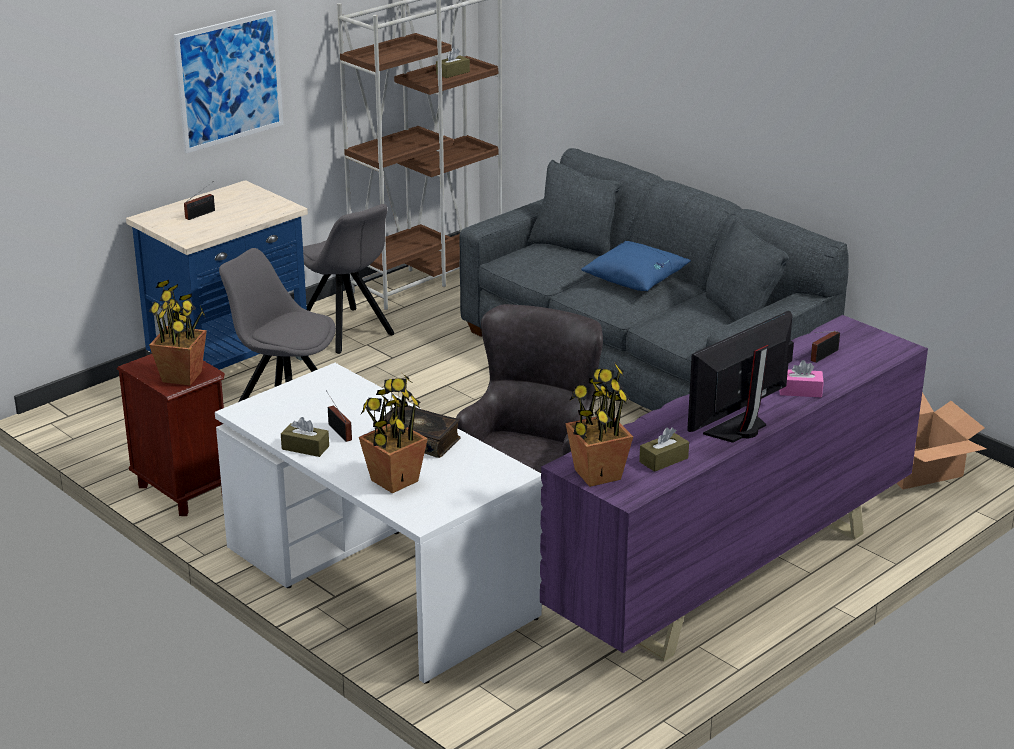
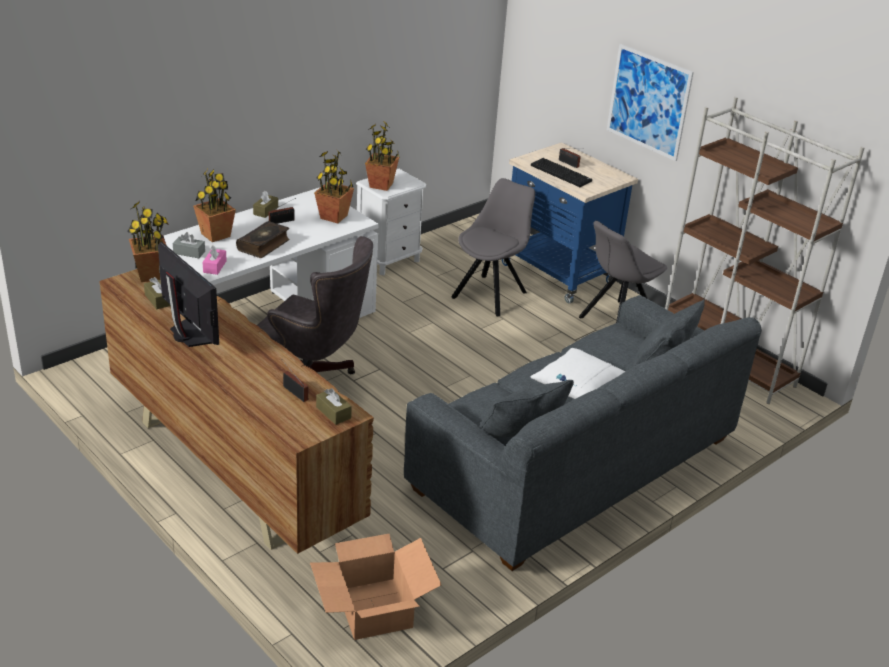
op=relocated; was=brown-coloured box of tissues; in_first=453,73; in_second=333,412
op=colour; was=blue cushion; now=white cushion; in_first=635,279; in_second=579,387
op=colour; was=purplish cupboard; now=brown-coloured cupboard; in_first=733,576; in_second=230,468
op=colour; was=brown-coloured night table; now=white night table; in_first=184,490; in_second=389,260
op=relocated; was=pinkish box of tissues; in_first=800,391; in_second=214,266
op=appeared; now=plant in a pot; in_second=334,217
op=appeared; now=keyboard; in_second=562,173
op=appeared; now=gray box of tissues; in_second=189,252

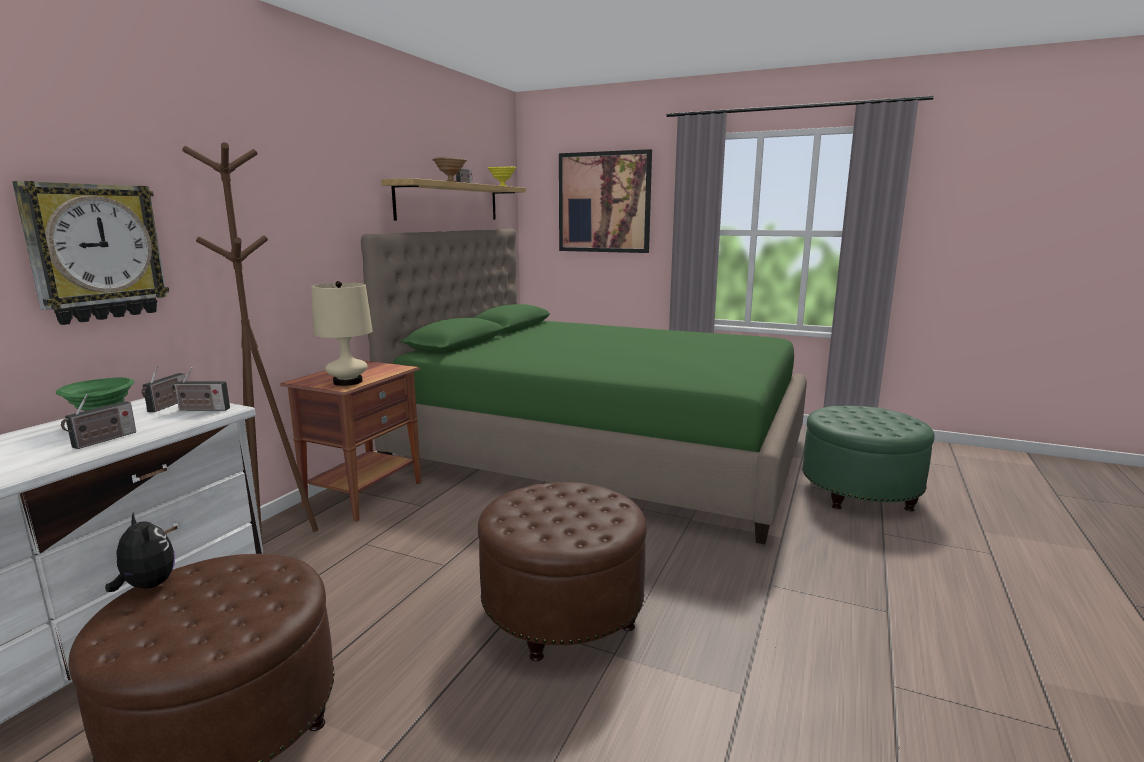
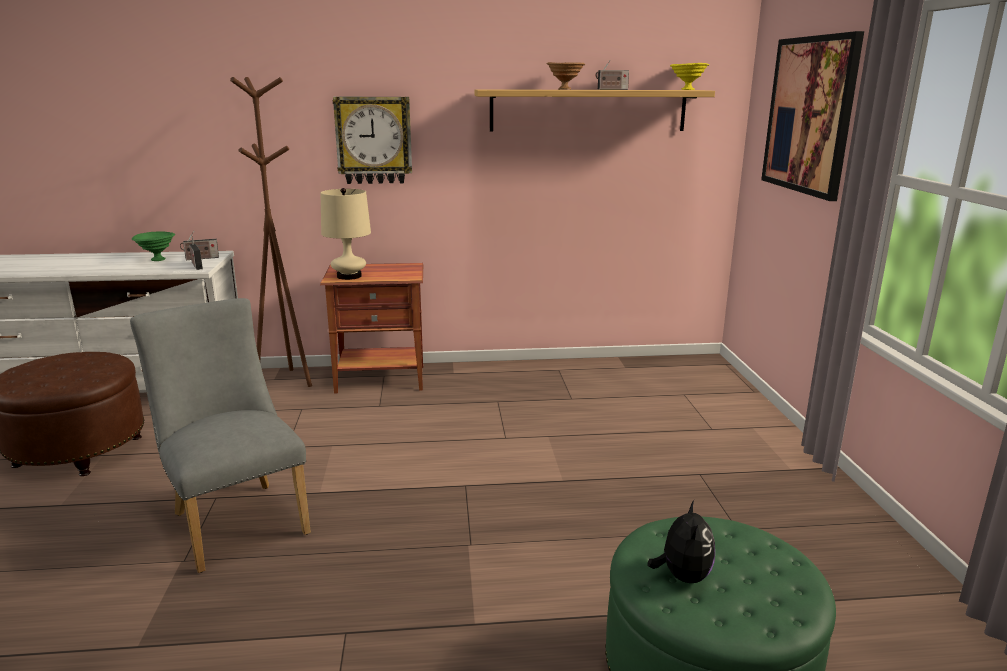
op=relocated; was=clock on the wall; in_first=95,252; in_second=374,140
op=missing; was=greenish sleeping bed; in_first=600,451
op=missing; was=radio; in_first=102,440
op=exchanged; was=brown-coloured footrest; now=gray plain chair; in_first=562,613; in_second=236,519
op=relocated; was=plush toy; in_first=146,586; in_second=682,576

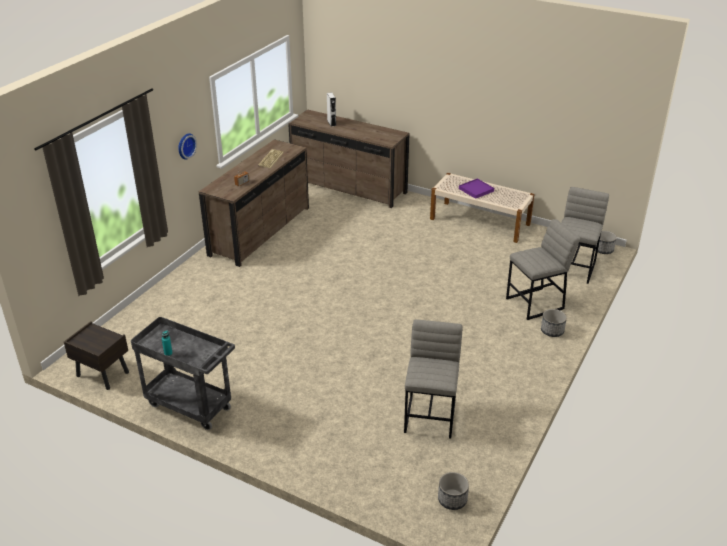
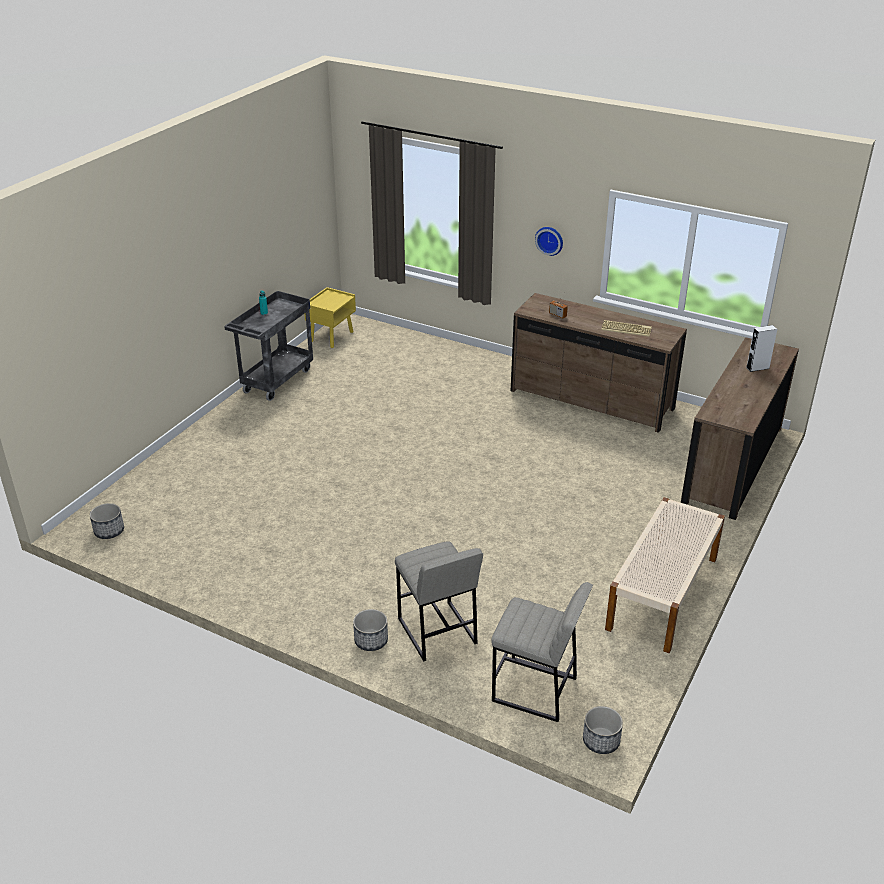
op=missing; was=purplish serving tray; in_first=476,190
op=missing; was=gray plain chair; in_first=430,416
op=colour; was=brown-coloured night table; now=yellow night table; in_first=102,374; in_second=331,336

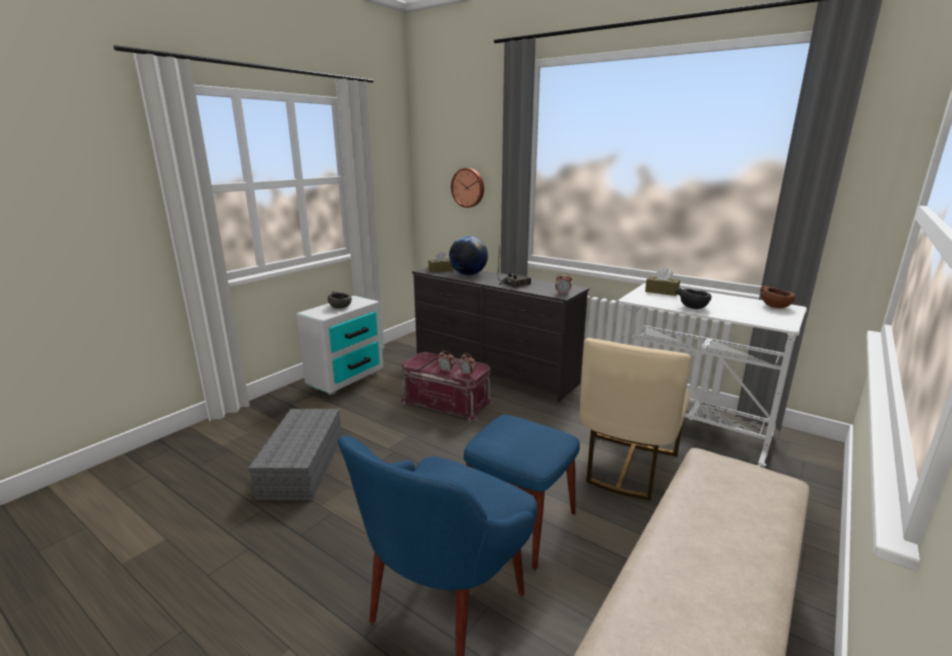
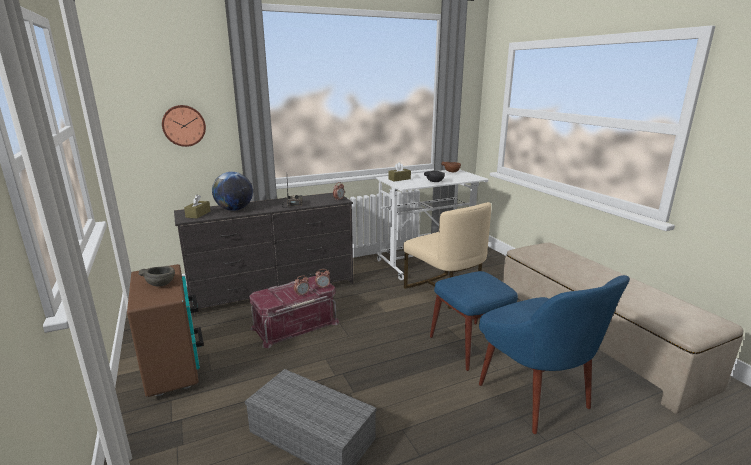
op=colour; was=white night table; now=brown-coloured night table; in_first=347,381; in_second=174,369

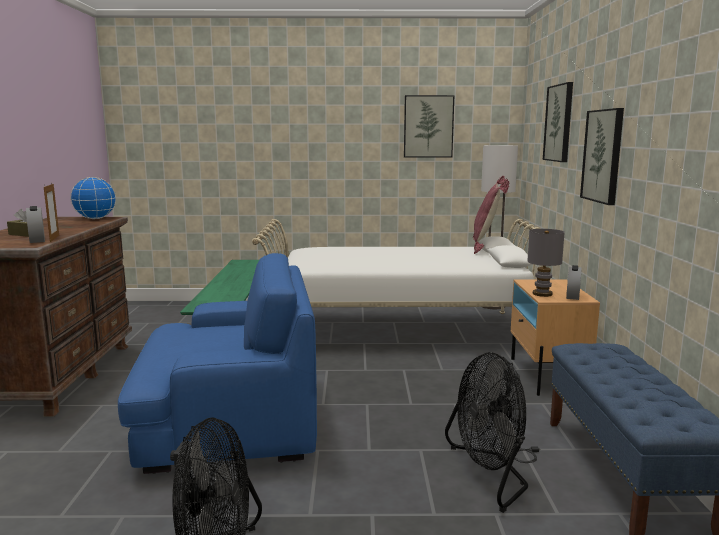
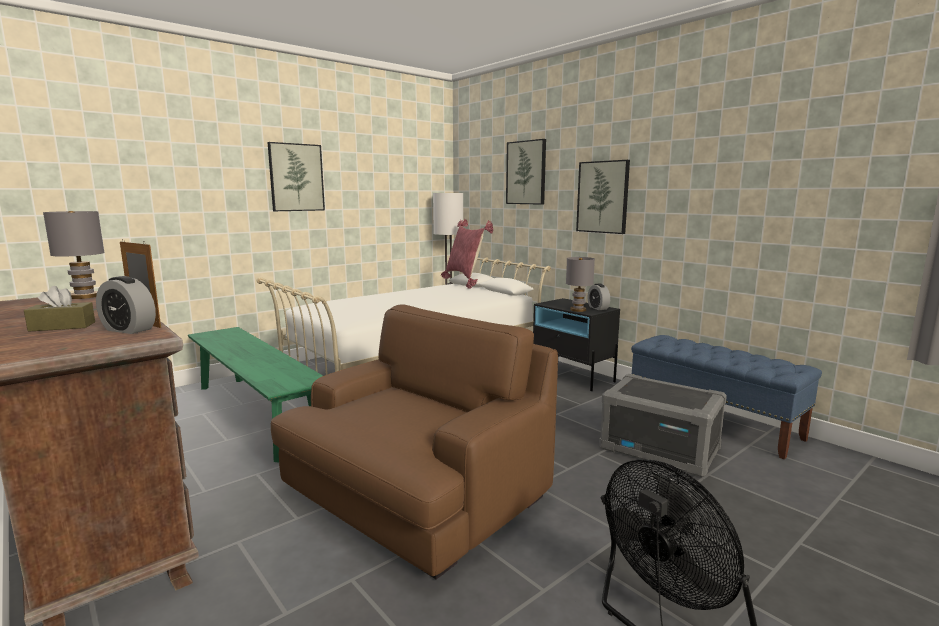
op=relocated; was=picture; in_first=428,126; in_second=296,177
op=exchanged; was=world globe; now=gray tabletop lamp; in_first=95,218; in_second=85,296
op=colour; was=blue armchair; now=brown-coloured armchair; in_first=228,419; in_second=415,494
op=colour; was=beige-coloured night table; now=black-coloured night table; in_first=547,376; in_second=573,376
op=exchanged; was=black-coloured electric fan; now=gray storage container; in_first=494,471; in_second=660,448

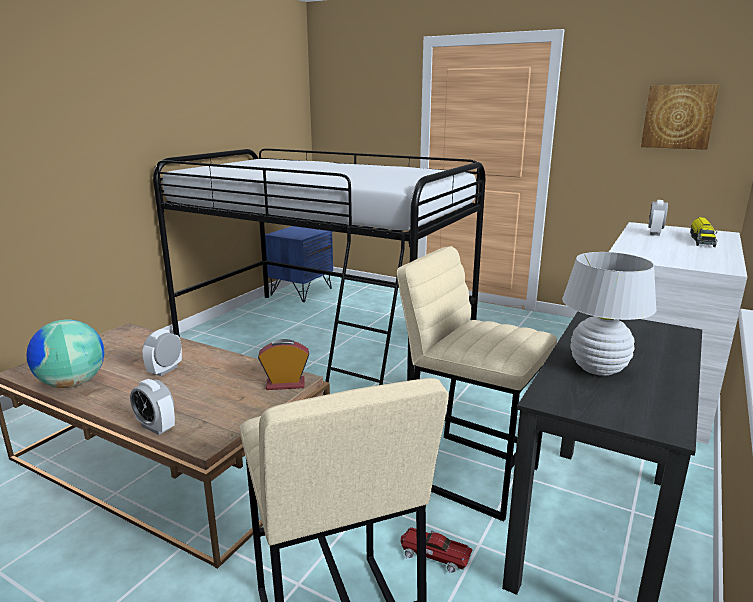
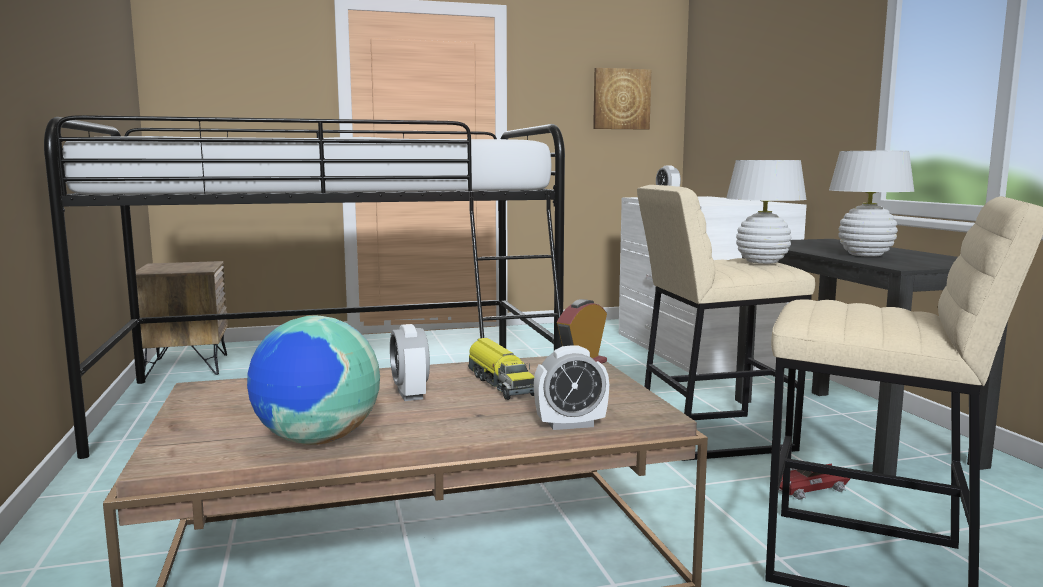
op=relocated; was=toy lorry; in_first=701,240; in_second=500,383
op=colour; was=blue night table; now=brown-coloured night table; in_first=301,291; in_second=186,366
op=appeared; now=white tabletop lamp; in_second=761,262

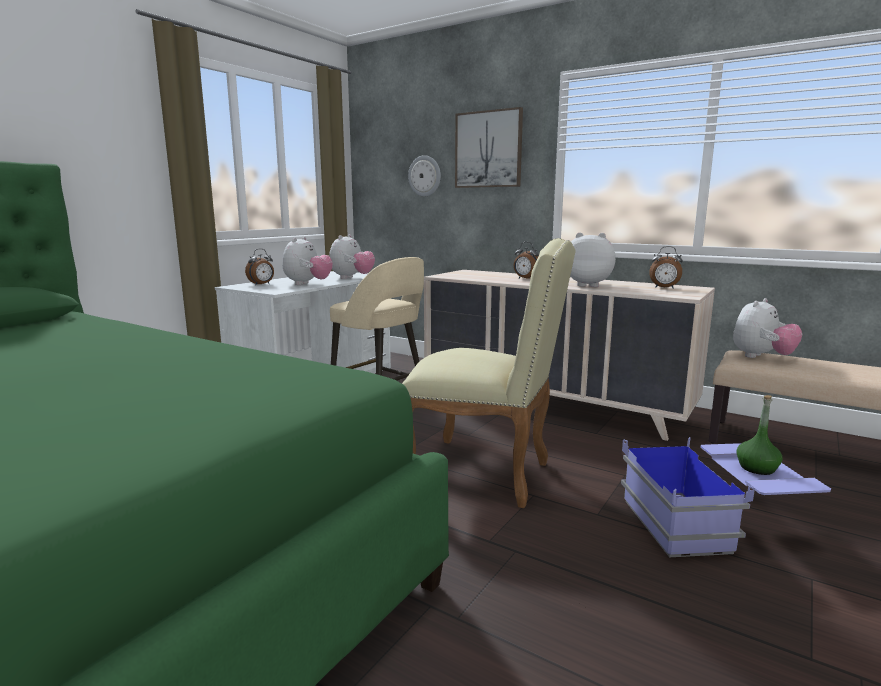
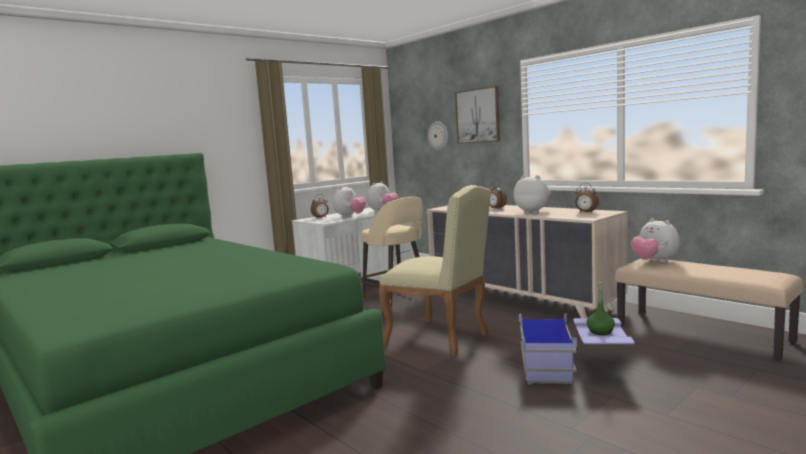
op=spun; was=plush toy; in_first=761,357; in_second=654,262; clockwise=90

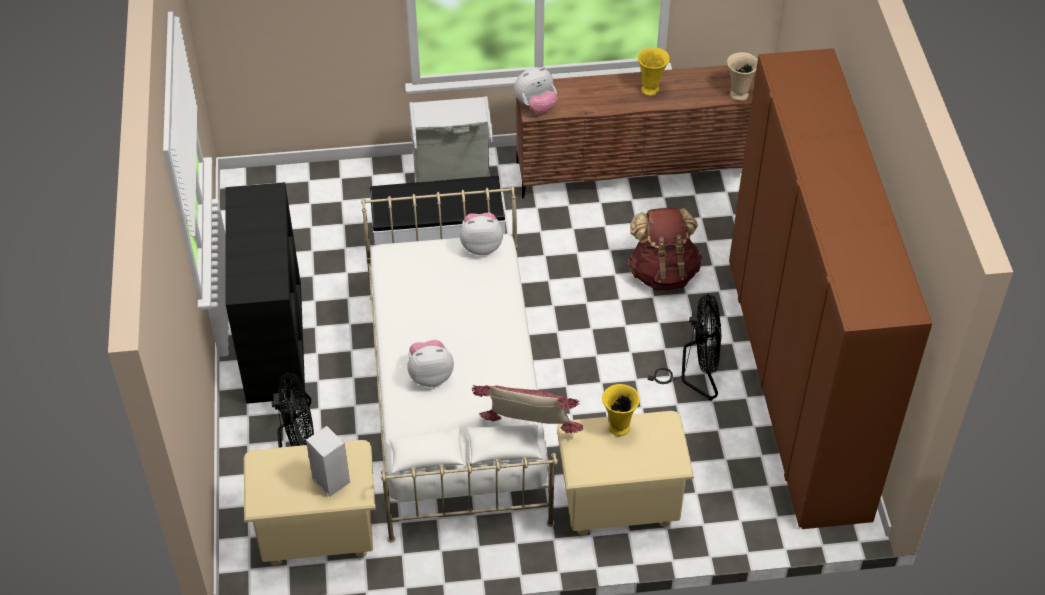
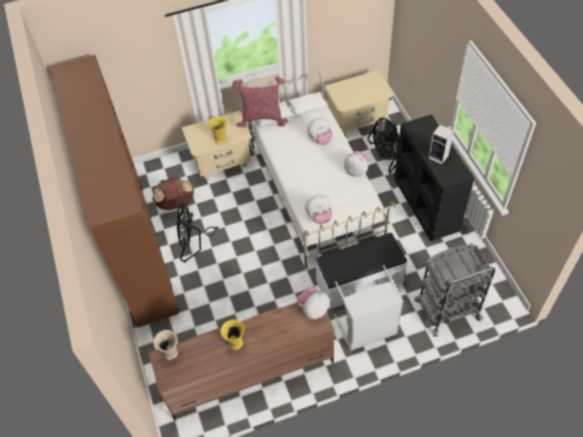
op=relocated; was=brown-coloured knapsack; in_first=663,272; in_second=176,204
op=relocated; was=audio speaker; in_first=329,480; in_second=439,157
op=appeared; now=plush toy; in_second=357,170
op=appeared; now=gray wheeled cart; in_second=447,309

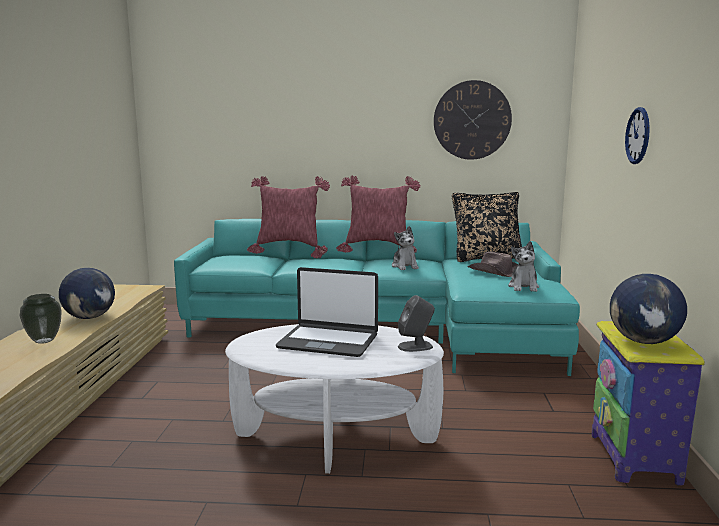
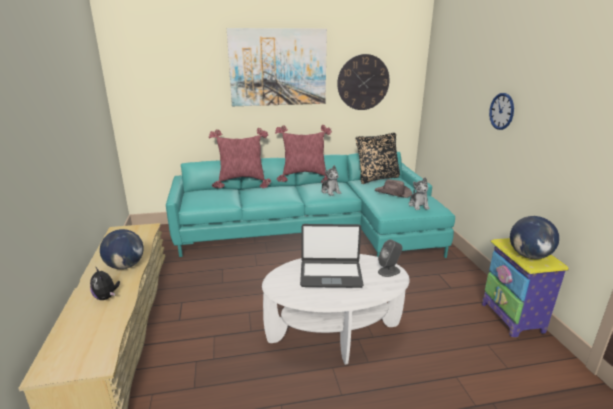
op=exchanged; was=flower vase; now=plush toy; in_first=44,341; in_second=106,297
op=appeared; now=picture; in_second=278,67

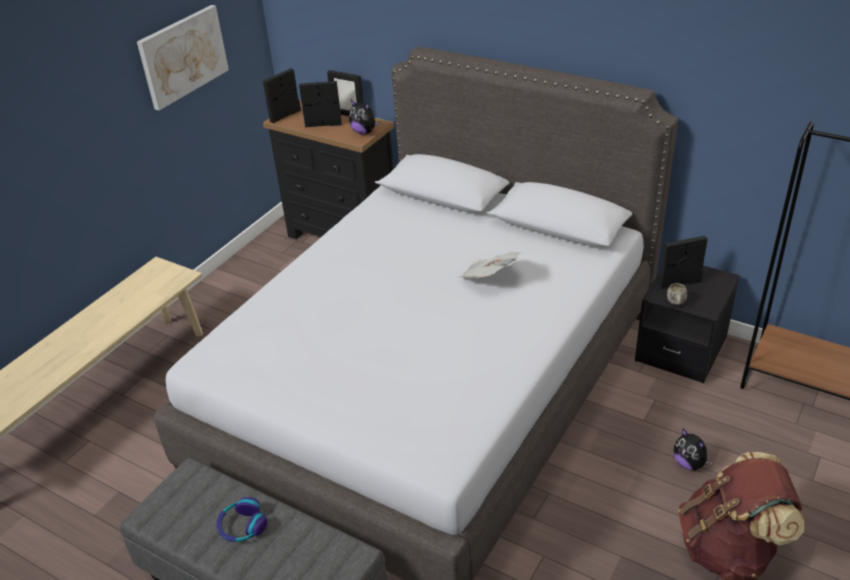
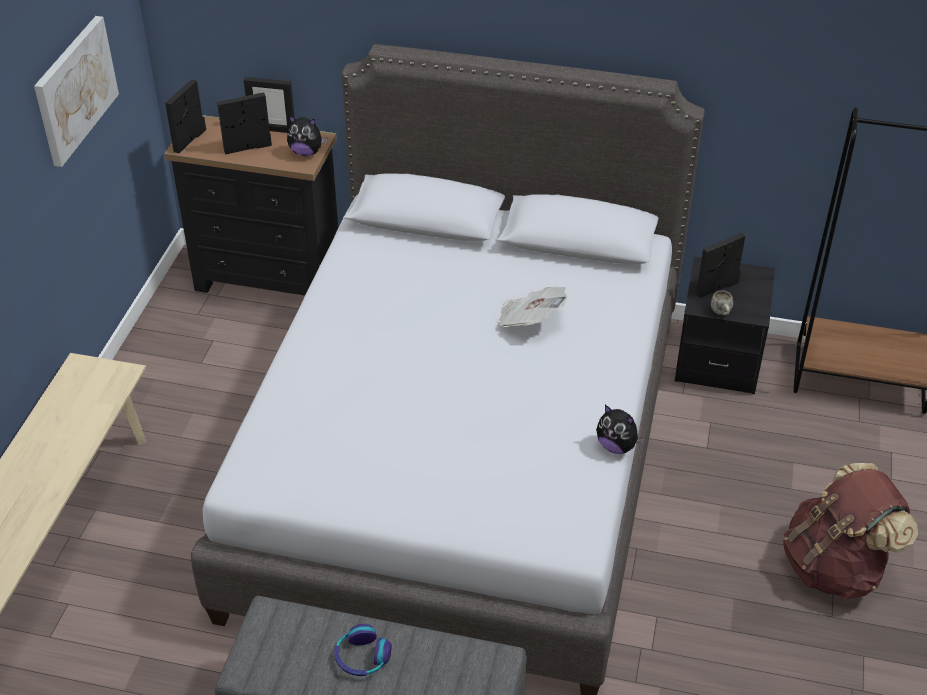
op=relocated; was=plush toy; in_first=689,463; in_second=617,446

